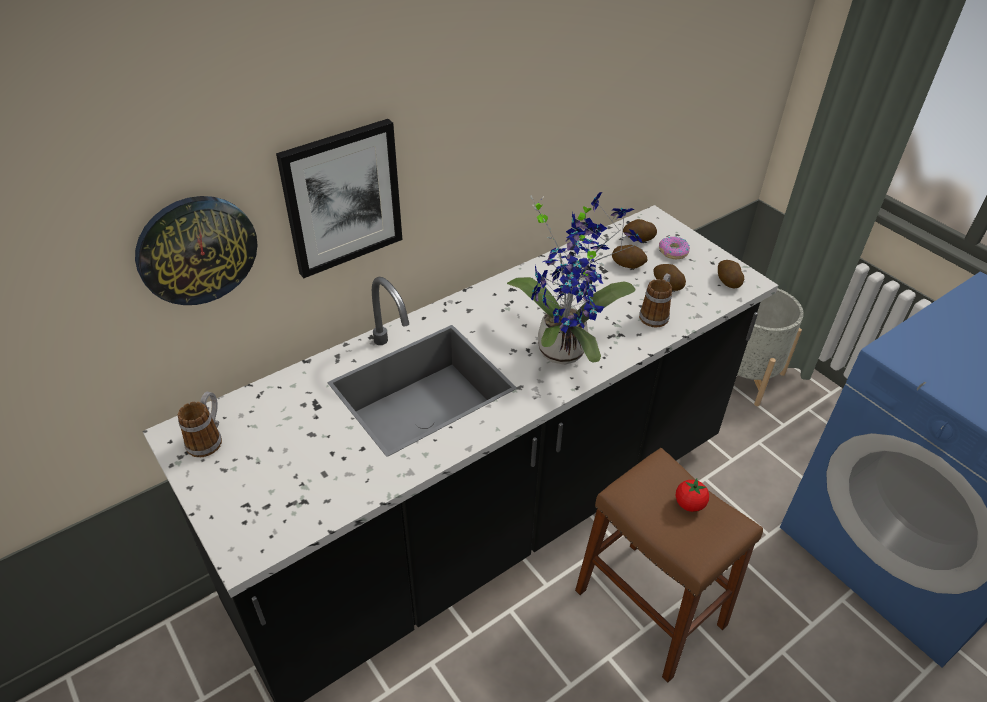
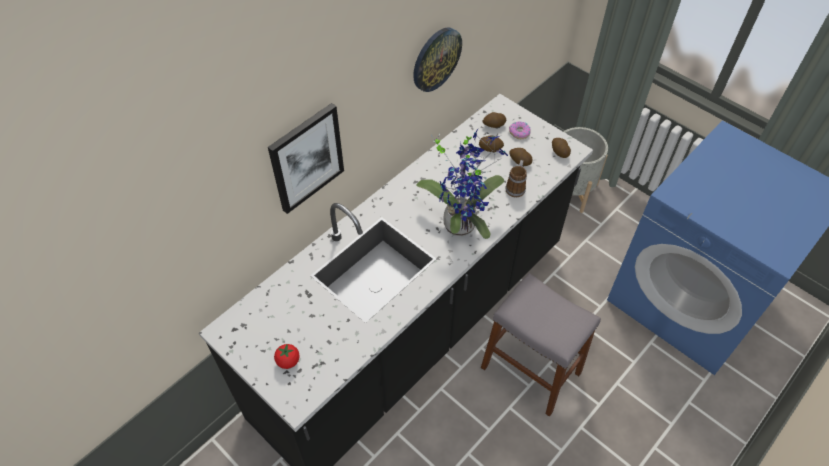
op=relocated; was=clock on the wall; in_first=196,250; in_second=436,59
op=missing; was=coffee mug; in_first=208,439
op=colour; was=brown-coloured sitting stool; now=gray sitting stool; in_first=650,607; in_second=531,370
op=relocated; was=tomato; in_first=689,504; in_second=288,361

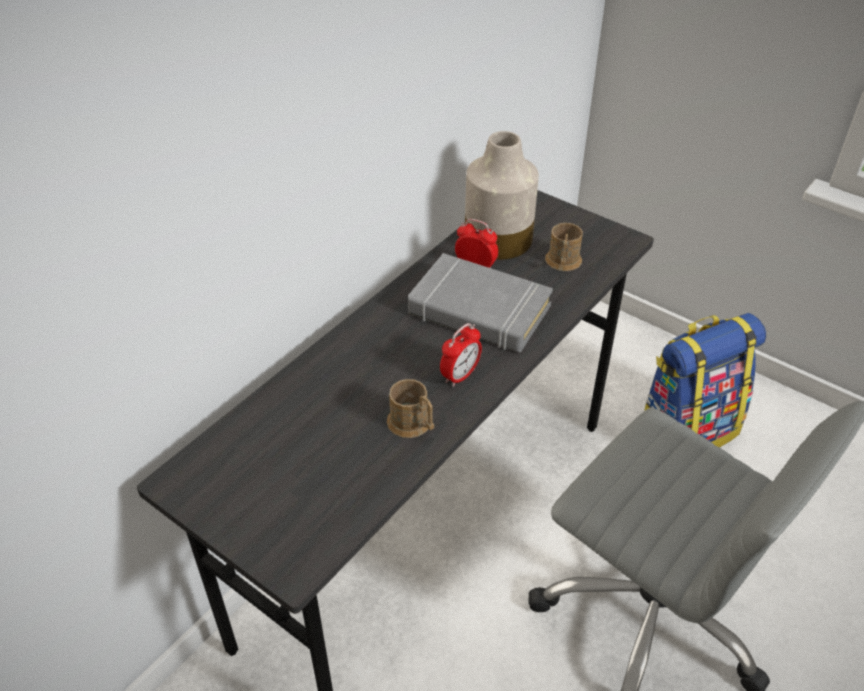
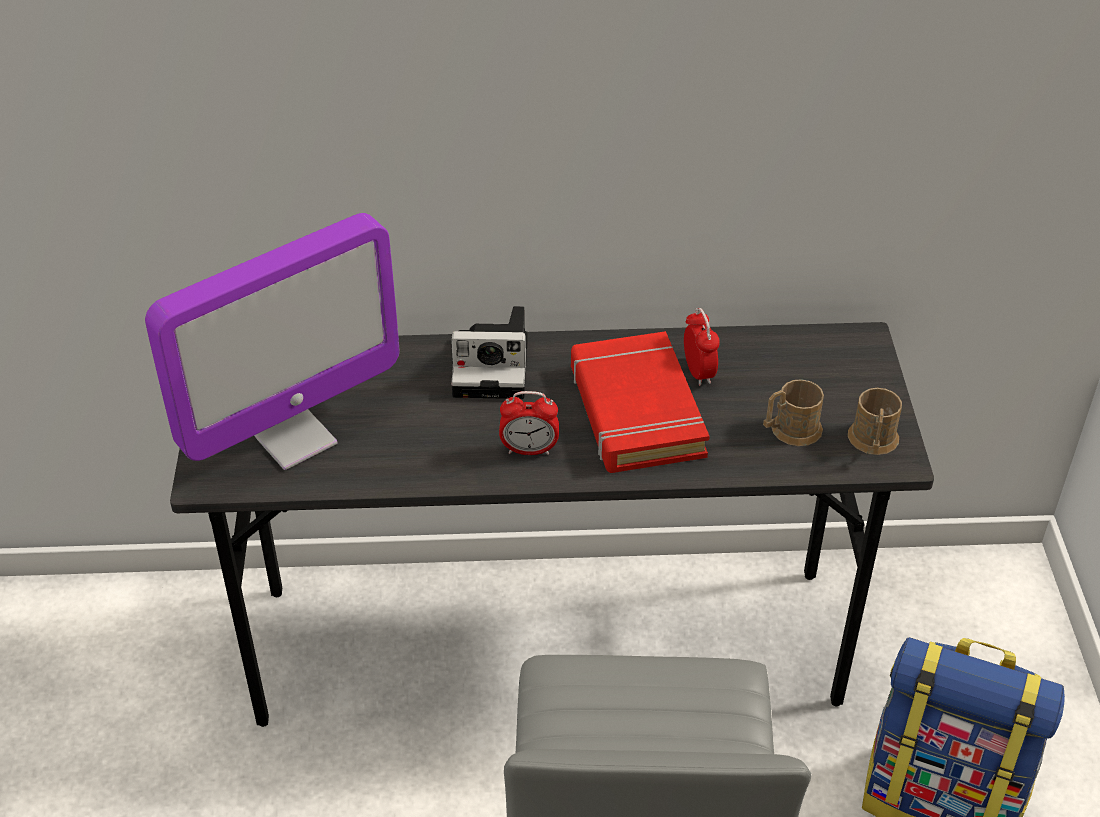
op=missing; was=beige-coloured flower vase; in_first=499,238
op=colour; was=gray bound book; now=red-coloured bound book; in_first=479,311; in_second=635,411
op=relocated; was=brown-coloured coffee mug; in_first=413,425; in_second=873,442
op=appeared; now=monitor; in_second=293,438
op=appeared; now=photo camera; in_second=495,367

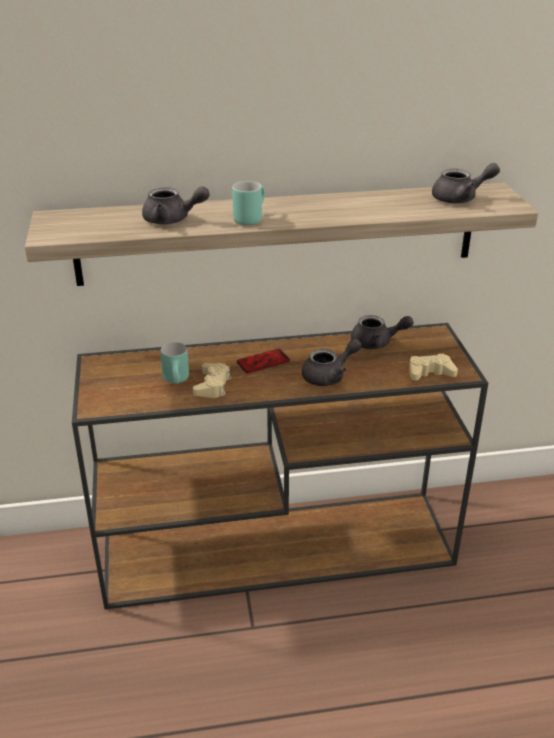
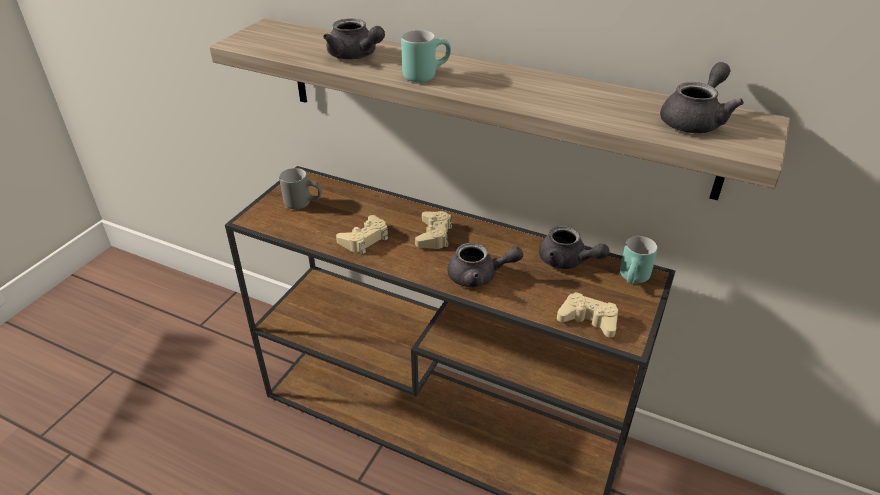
op=spun; was=gray tea pot; in_first=460,198; in_second=695,120; clockwise=-75
op=relocated; was=blue-green coffee mug; in_first=178,381; in_second=634,280
op=exchanged; was=phone; now=beige-coloured game controller; in_first=263,362; in_second=434,235
op=appeared; now=gray coffee mug; in_second=304,203

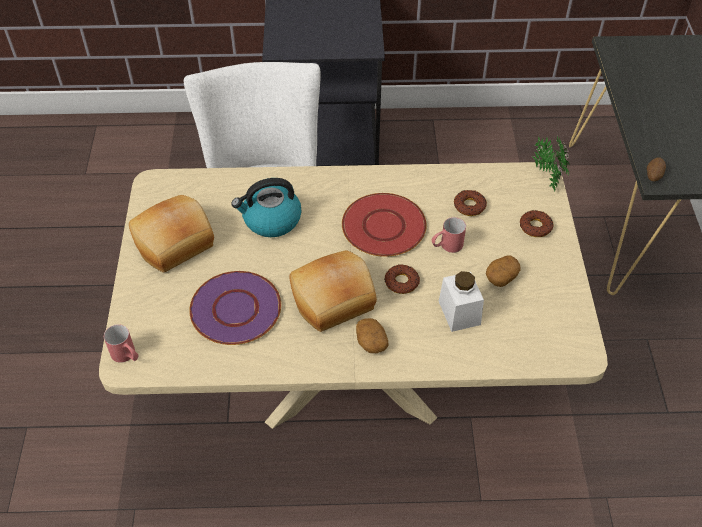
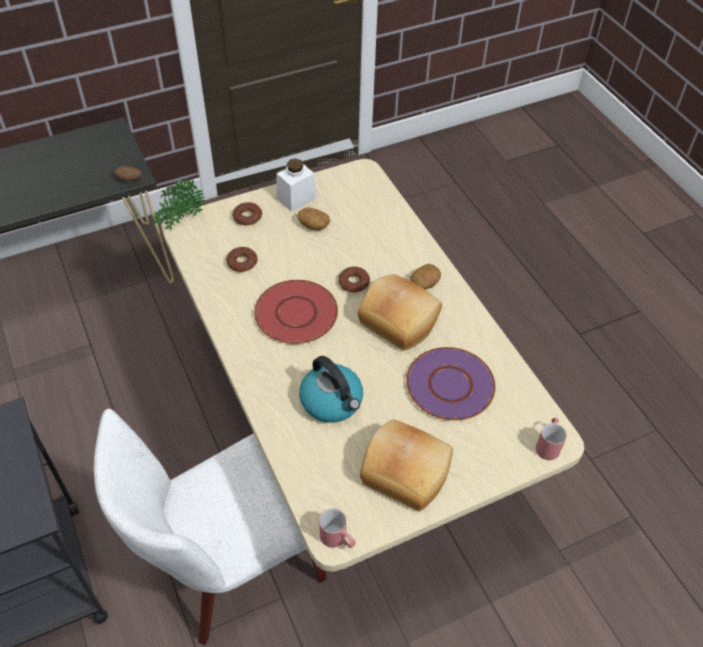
op=relocated; was=red-coloured coffee mug; in_first=446,246; in_second=338,540
op=relocated; was=white preserve jar; in_first=459,313; in_second=296,198

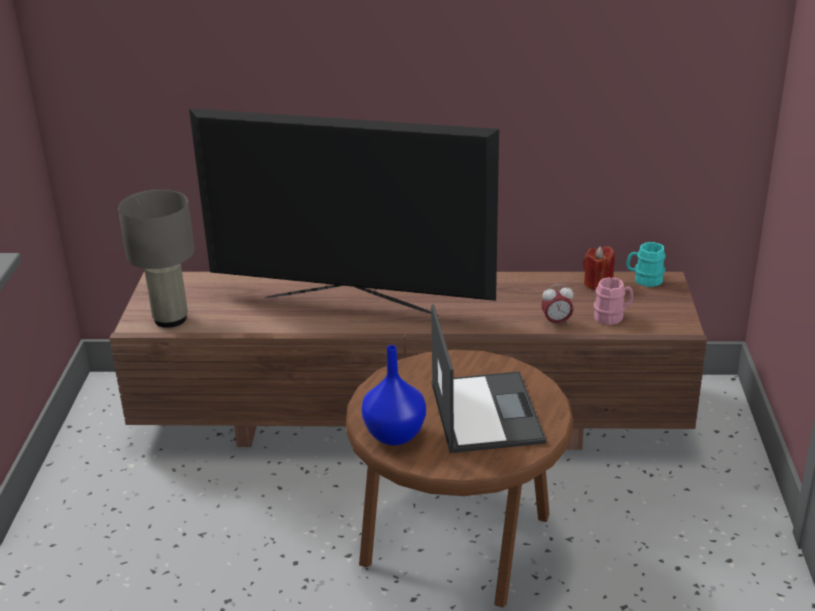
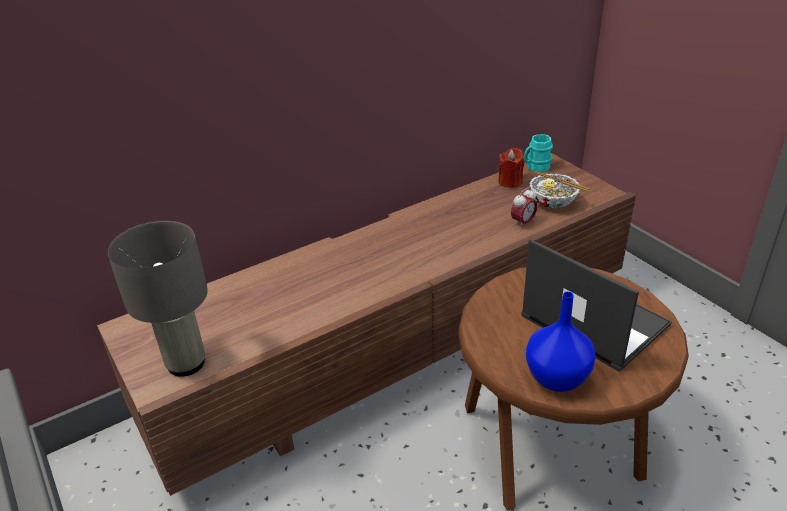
op=missing; was=TV set; in_first=350,305
op=exchanged; was=pinkish coffee mug; now=bowl; in_first=612,316; in_second=553,203

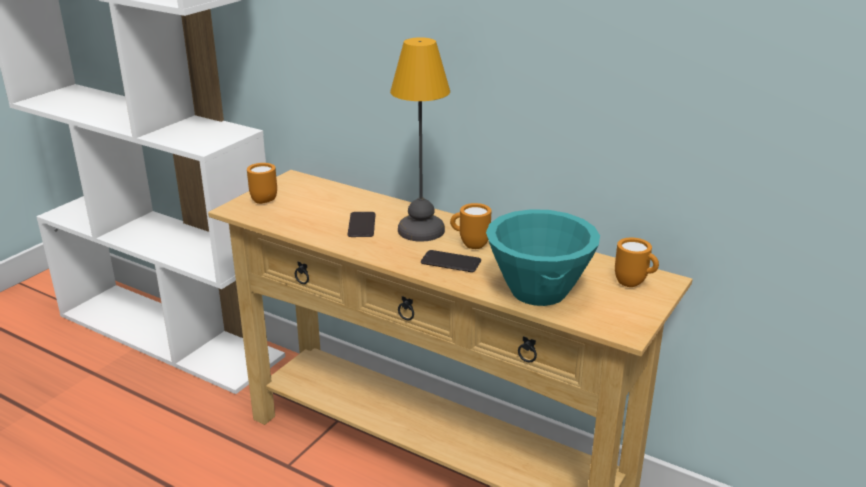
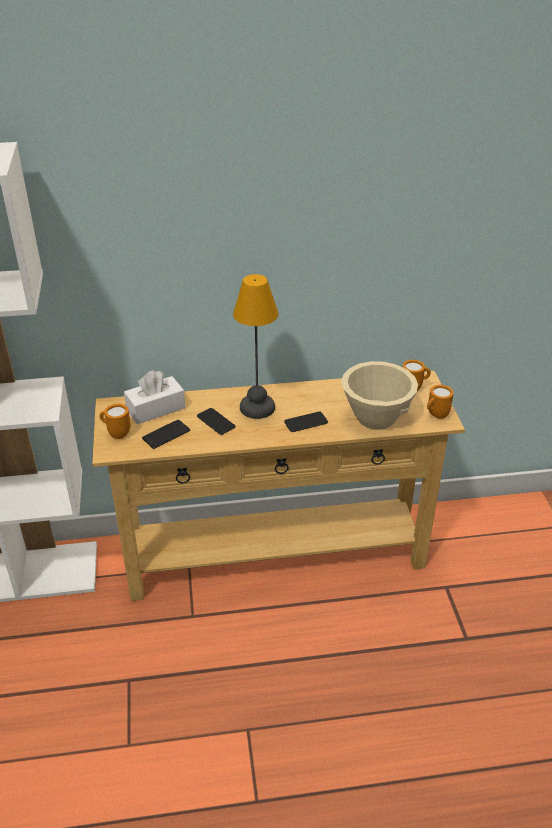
op=relocated; was=orangey coffee mug; in_first=470,245; in_second=435,416
op=colour; was=blue-green bowl; now=beige-coloured bowl; in_first=539,291; in_second=376,417
op=appeared; now=white box of tissues; in_second=155,409
op=appeared; now=phone; in_second=166,434

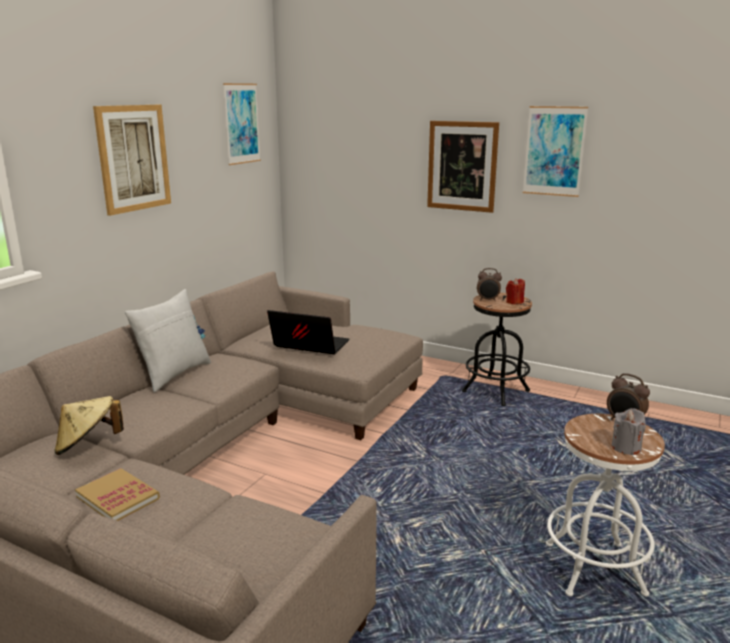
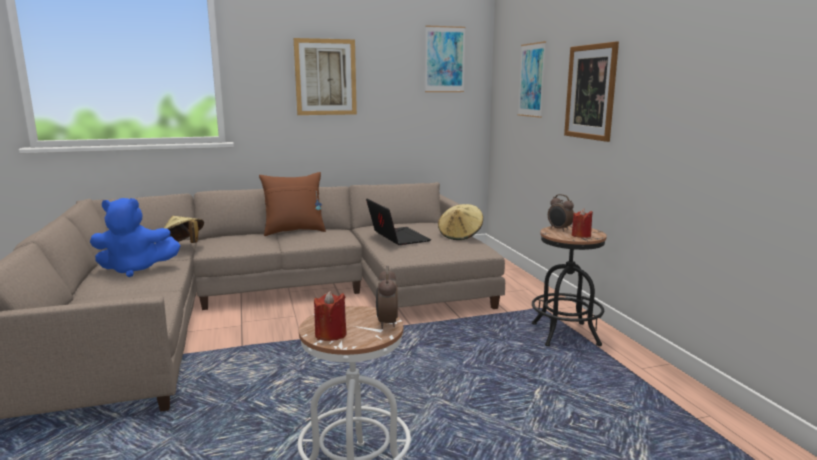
op=relocated; was=picture; in_first=554,151; in_second=531,80
op=colour; was=gray cushion; now=brown-coloured cushion; in_first=174,375; in_second=294,232
op=colour; was=gray wax candle; now=red-coloured wax candle; in_first=626,447; in_second=330,334
op=exchanged; was=bound book; now=blue plush toy; in_first=118,497; in_second=135,269
op=appeared; now=beige-coloured wearable hat; in_second=460,235

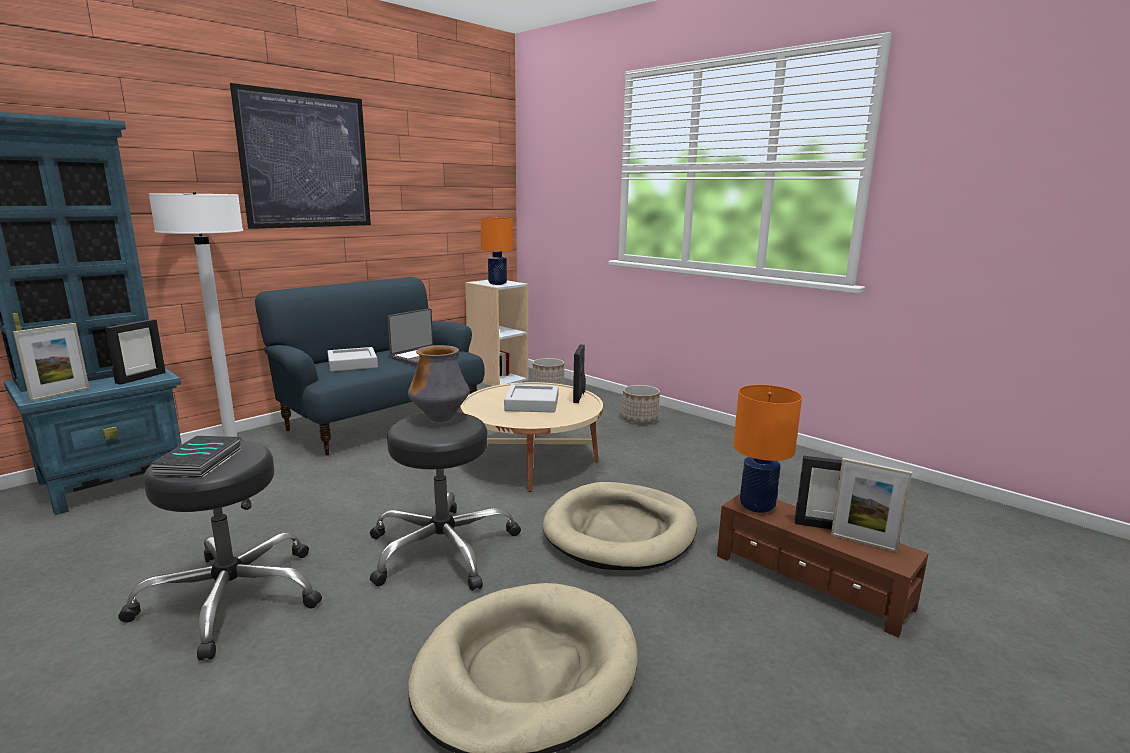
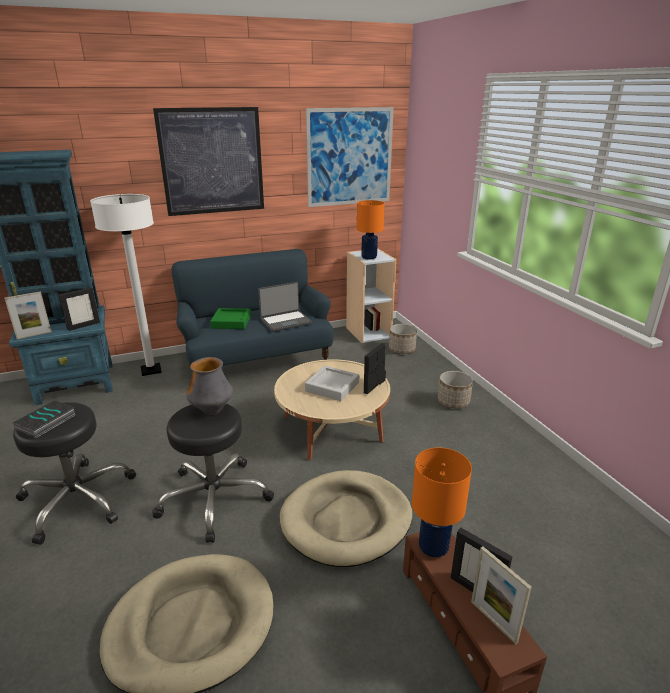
op=colour; was=gray serving tray; now=greenish serving tray; in_first=352,364; in_second=231,322
op=appeared; now=picture; in_second=350,157

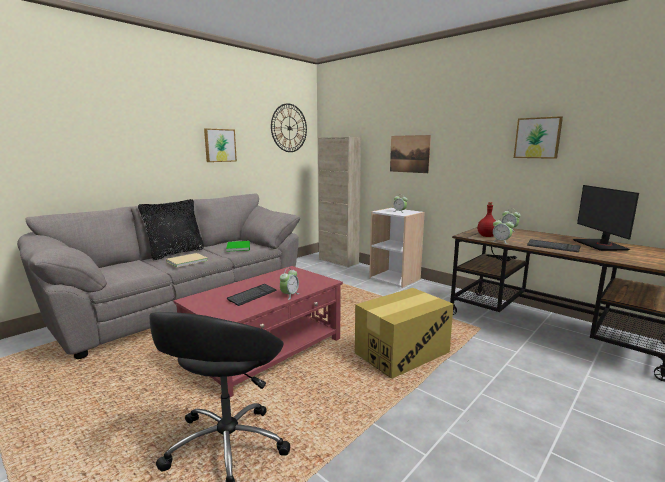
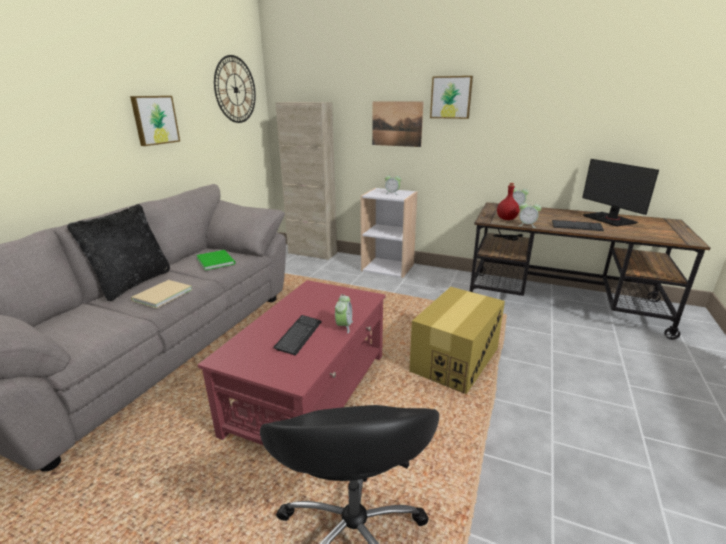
op=relocated; was=picture; in_first=537,138; in_second=451,97

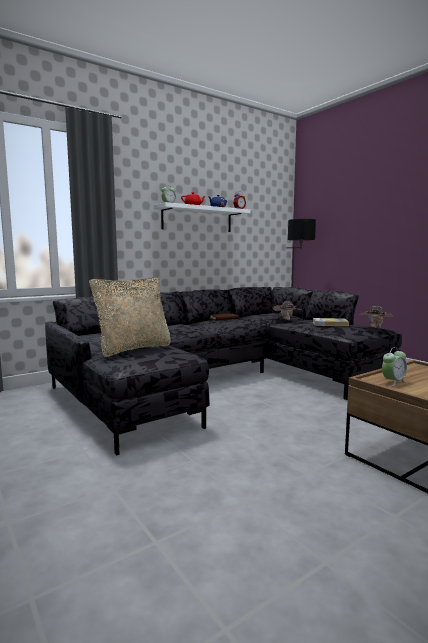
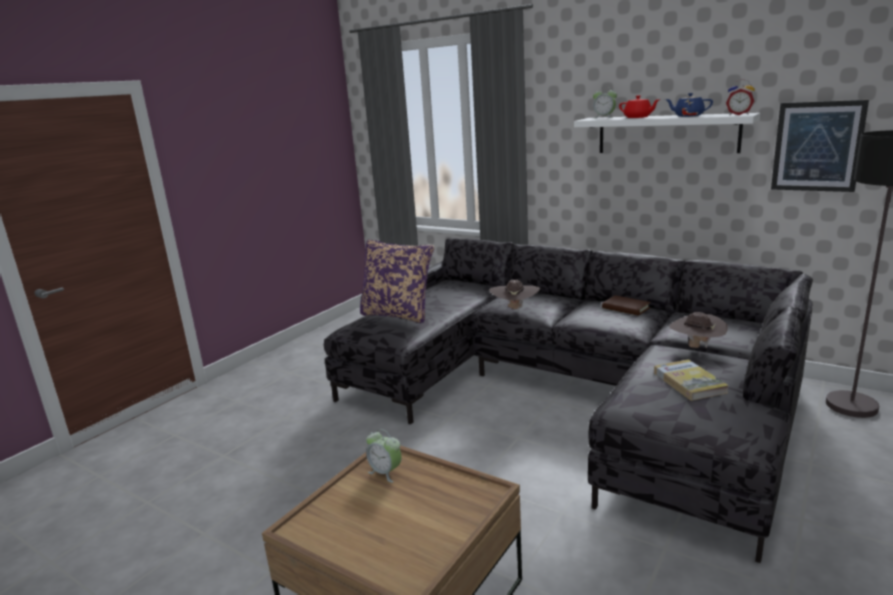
op=colour; was=beige-coloured cushion; now=purplish cushion; in_first=134,349; in_second=398,317
op=relocated; was=brown-coloured wearable hat; in_first=374,328; in_second=515,308
op=appeared; now=picture; in_second=817,146

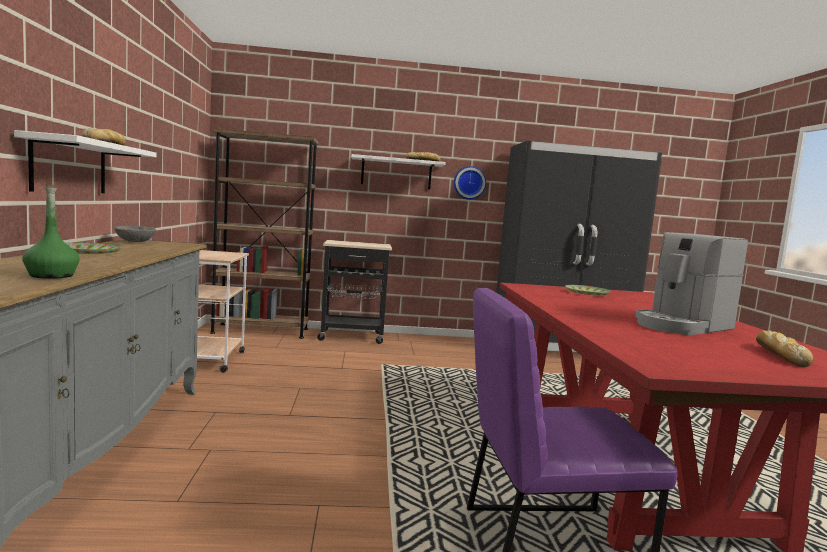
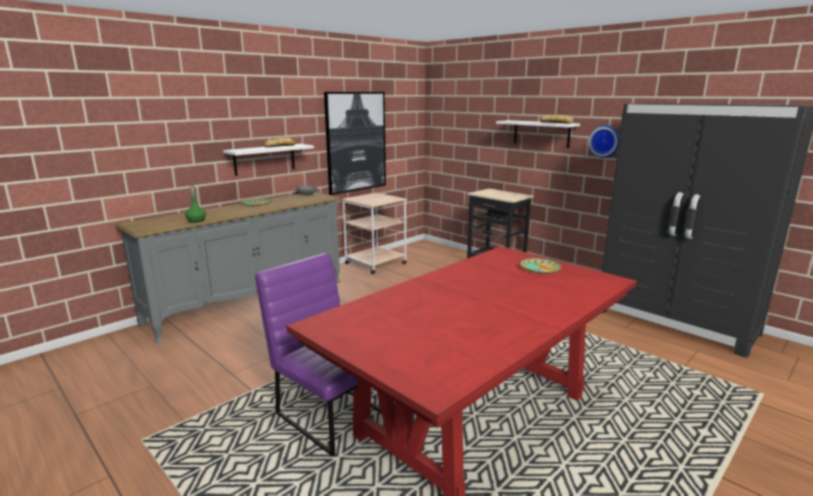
op=missing; was=brown-coloured bookshelf; in_first=260,331
op=missing; was=coffee maker; in_first=682,326
op=missing; was=bakery bread; in_first=780,355
op=appeared; now=picture; in_second=356,142

